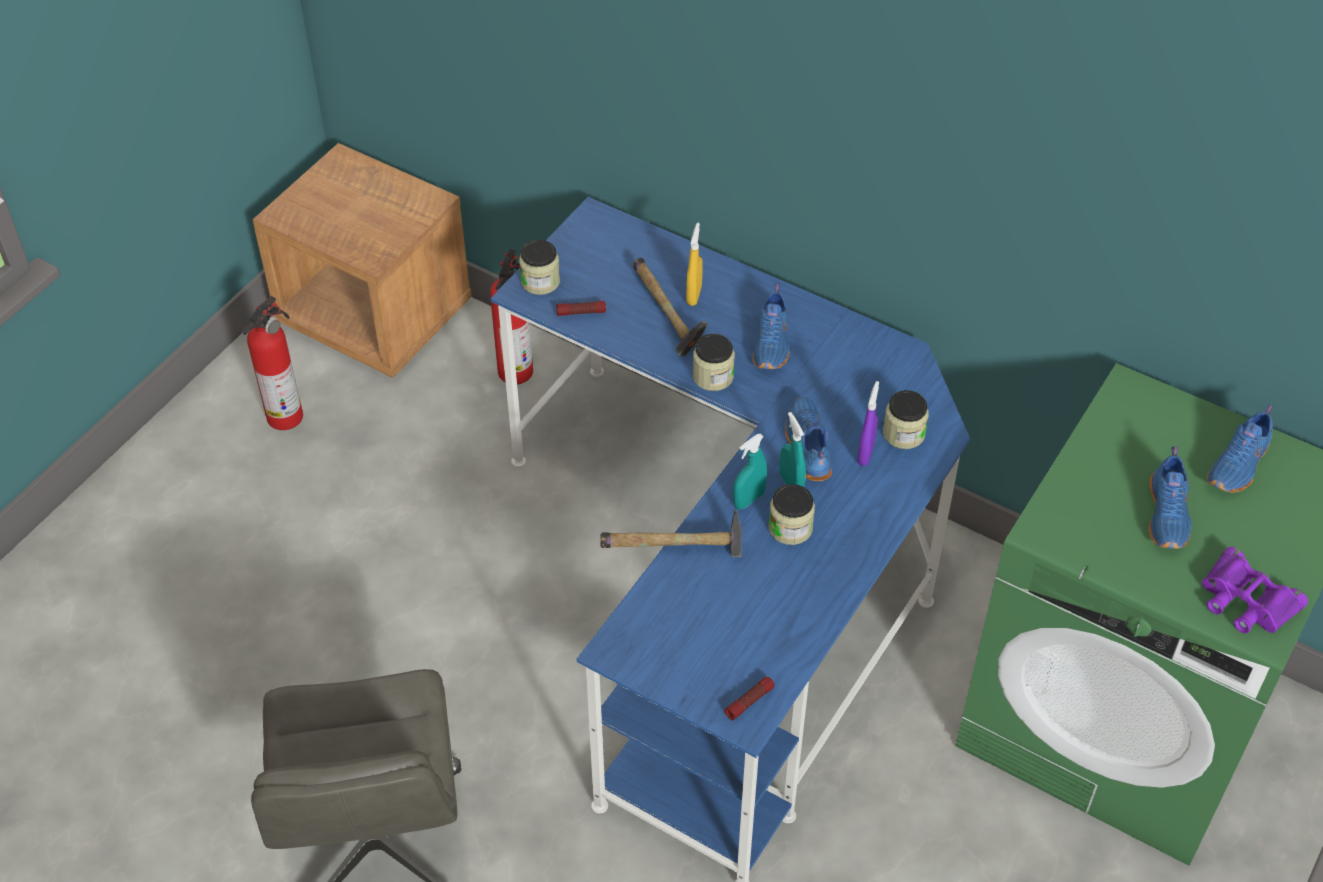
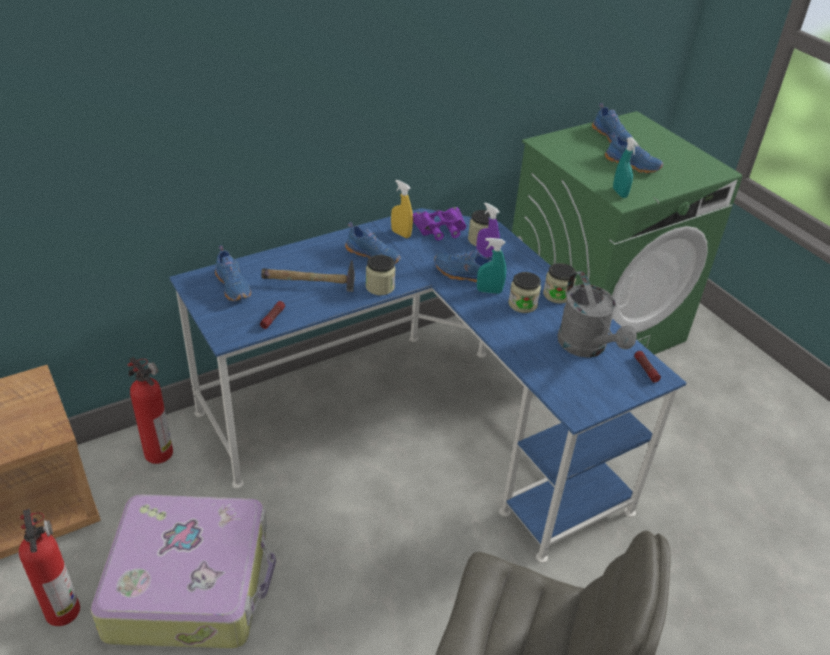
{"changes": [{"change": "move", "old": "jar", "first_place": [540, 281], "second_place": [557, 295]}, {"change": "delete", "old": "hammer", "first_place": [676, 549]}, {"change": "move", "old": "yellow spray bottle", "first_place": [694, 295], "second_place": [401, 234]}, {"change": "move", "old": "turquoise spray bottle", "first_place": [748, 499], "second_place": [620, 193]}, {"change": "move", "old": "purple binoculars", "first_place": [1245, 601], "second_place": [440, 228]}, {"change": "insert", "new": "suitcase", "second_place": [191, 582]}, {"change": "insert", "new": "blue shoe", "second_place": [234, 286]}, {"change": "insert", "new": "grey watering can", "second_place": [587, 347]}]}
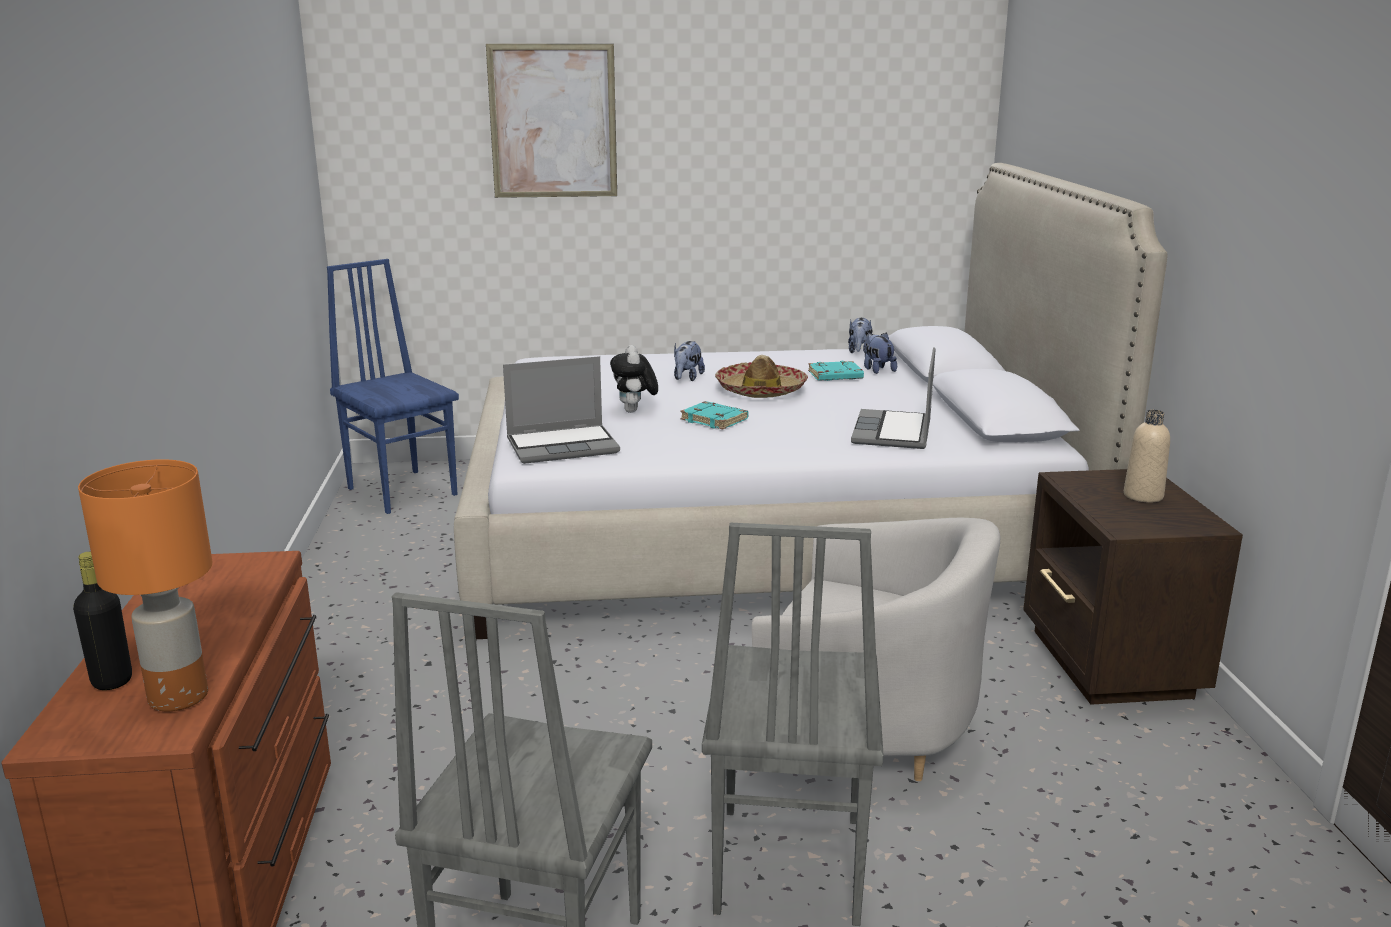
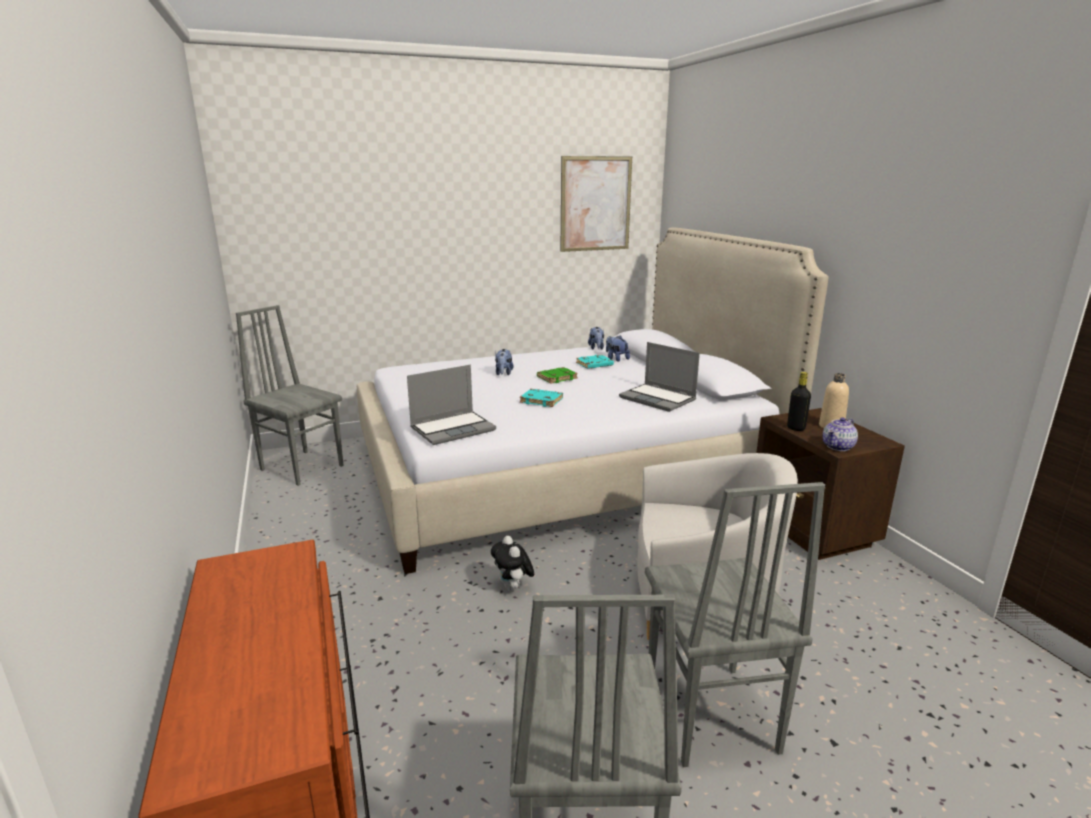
{"changes": [{"change": "move", "old": "black bottle", "first_place": [112, 681], "second_place": [796, 428]}, {"change": "delete", "old": "orange table lamp", "first_place": [177, 697]}, {"change": "recolor", "old": "blue chair", "new": "grey chair", "first_place": [403, 491], "second_place": [302, 467]}, {"change": "move", "old": "picture", "first_place": [553, 121], "second_place": [595, 204]}, {"change": "move", "old": "plush toy", "first_place": [634, 411], "second_place": [513, 588]}, {"change": "replace", "old": "hat", "new": "green book", "first_place": [761, 390], "second_place": [557, 378]}, {"change": "rotate", "old": "laptop", "first_place": [894, 432], "second_place": [658, 399], "degrees": -45}, {"change": "insert", "new": "teapot", "second_place": [838, 447]}]}
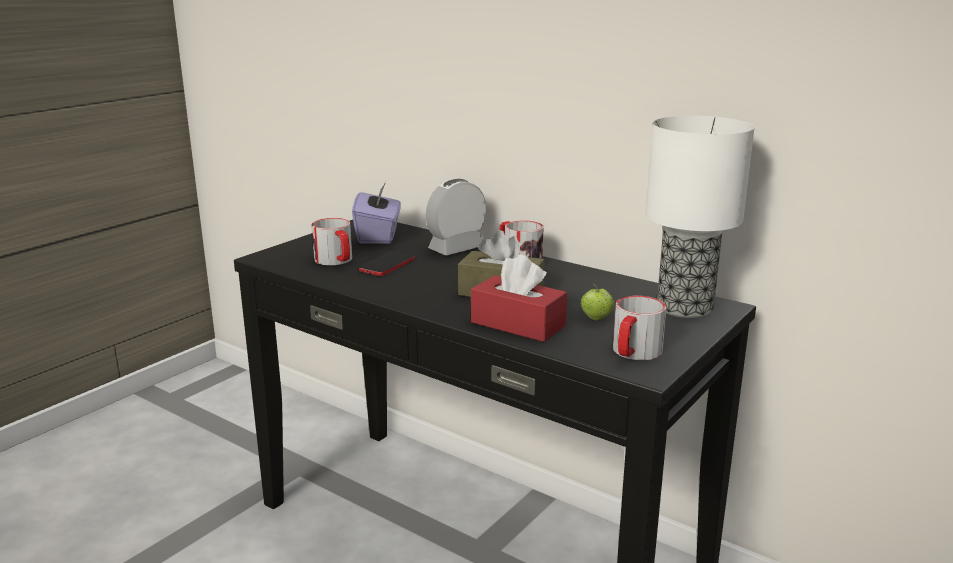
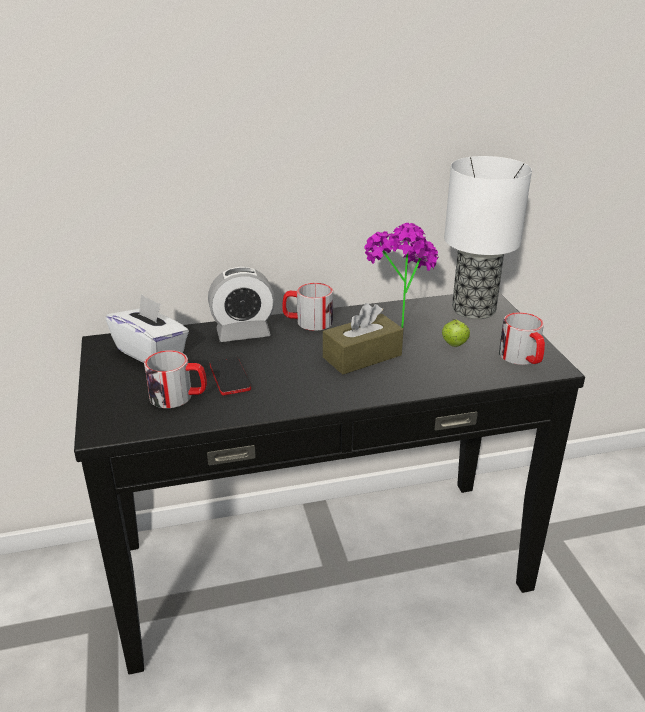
{"changes": [{"change": "recolor", "old": "purple tissue box", "new": "white tissue box", "first_place": [378, 235], "second_place": [151, 352]}, {"change": "rotate", "old": "alarm clock", "first_place": [456, 248], "second_place": [243, 333], "degrees": -105}, {"change": "delete", "old": "red tissue box", "first_place": [518, 324]}, {"change": "insert", "new": "potted plant", "second_place": [397, 321]}]}
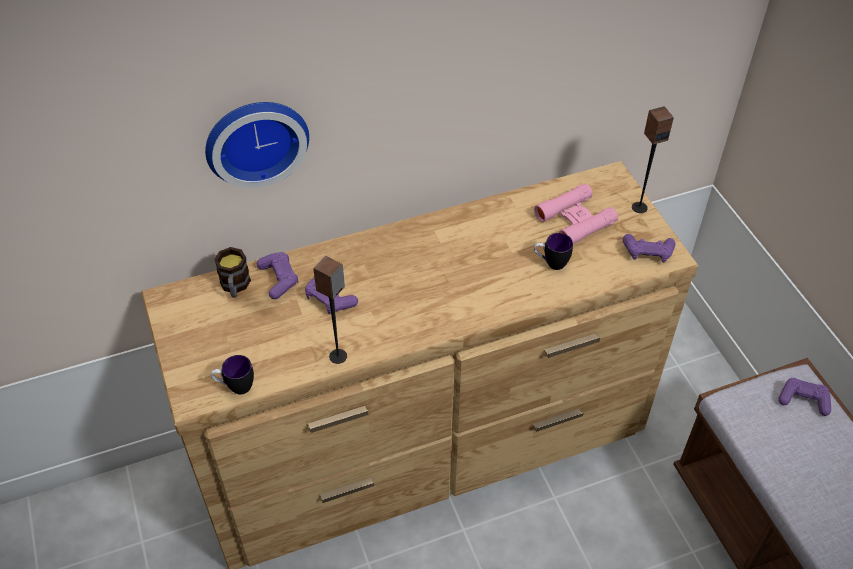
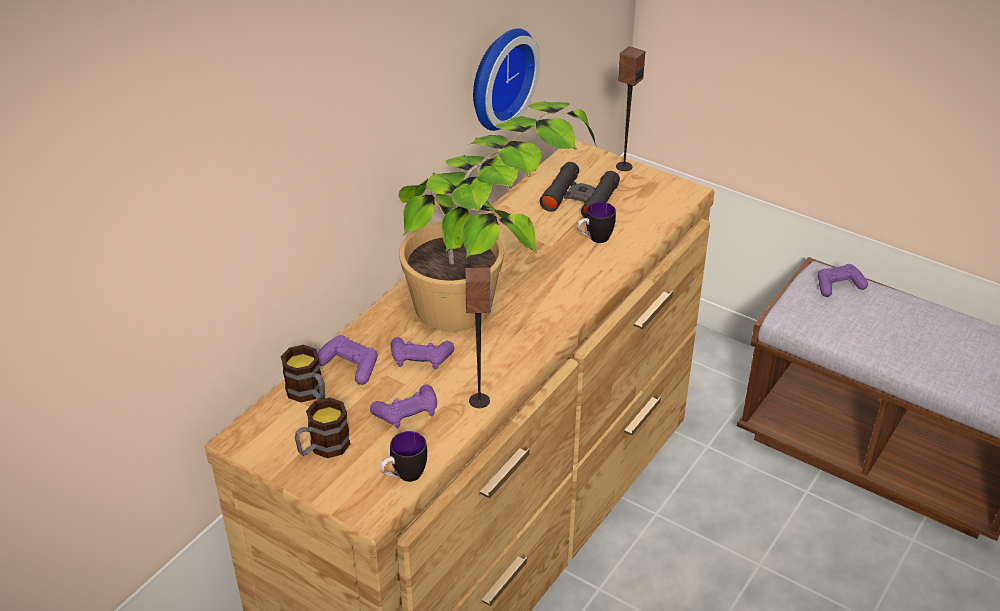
{"changes": [{"change": "move", "old": "wall clock", "first_place": [255, 139], "second_place": [498, 77]}, {"change": "recolor", "old": "pink binoculars", "new": "black binoculars", "first_place": [575, 220], "second_place": [580, 198]}, {"change": "move", "old": "purple game controller", "first_place": [647, 252], "second_place": [407, 413]}, {"change": "insert", "new": "mug", "second_place": [323, 448]}, {"change": "insert", "new": "potted plant", "second_place": [491, 295]}]}
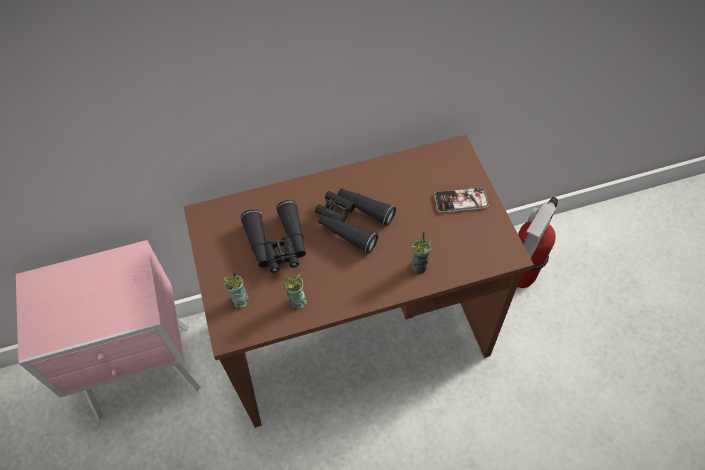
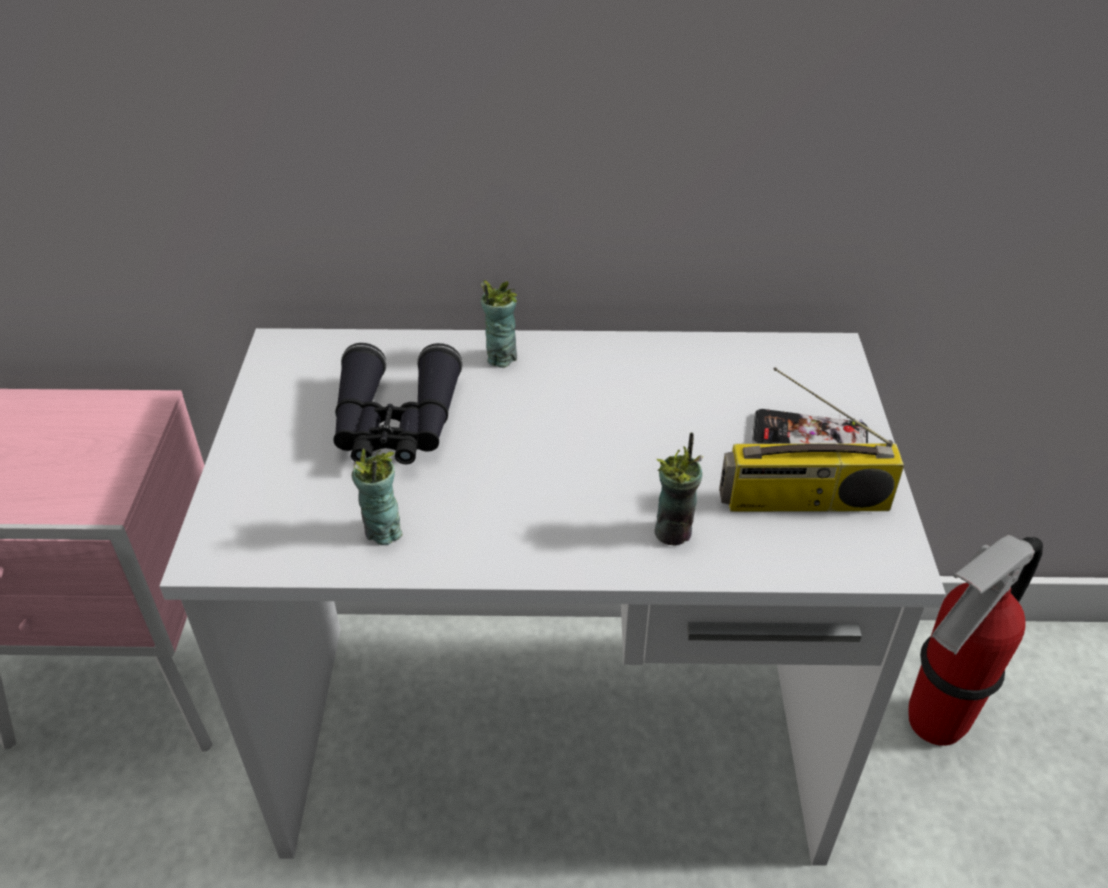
{"changes": [{"change": "recolor", "old": "brown desk", "new": "white desk", "first_place": [357, 337], "second_place": [554, 742]}, {"change": "move", "old": "cup", "first_place": [240, 300], "second_place": [501, 357]}, {"change": "delete", "old": "black binoculars", "first_place": [352, 222]}, {"change": "insert", "new": "radio", "second_place": [803, 502]}]}
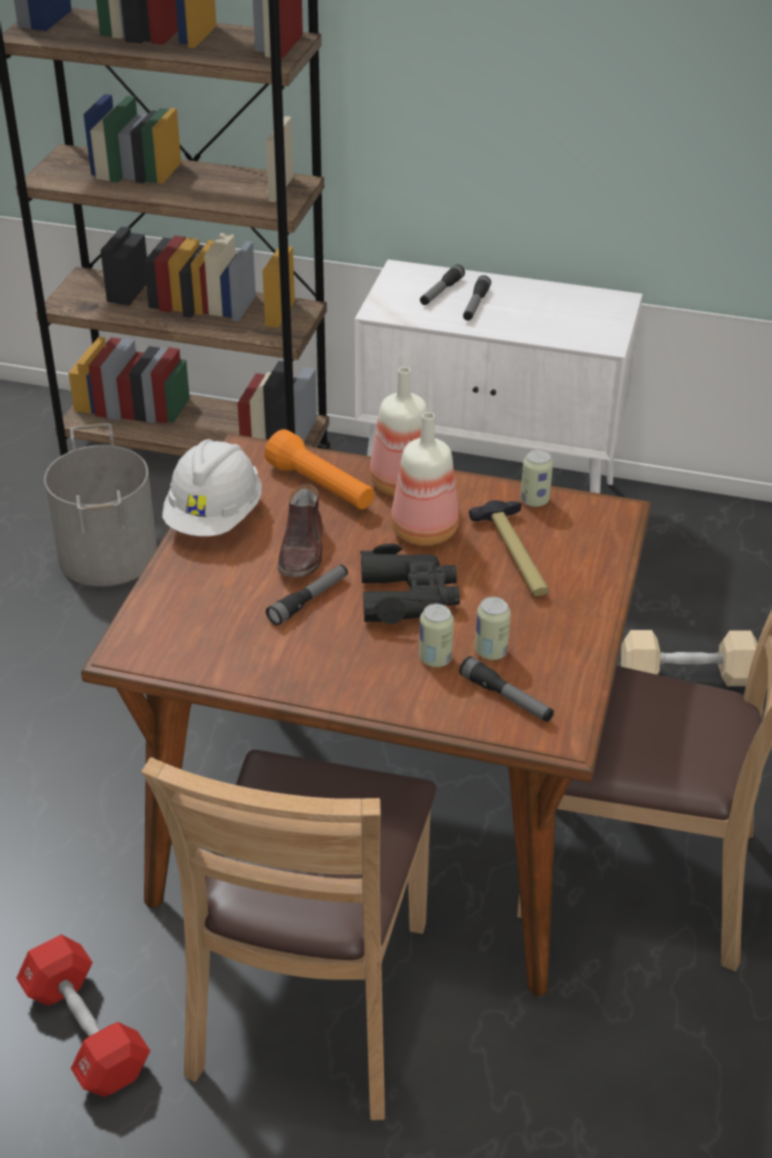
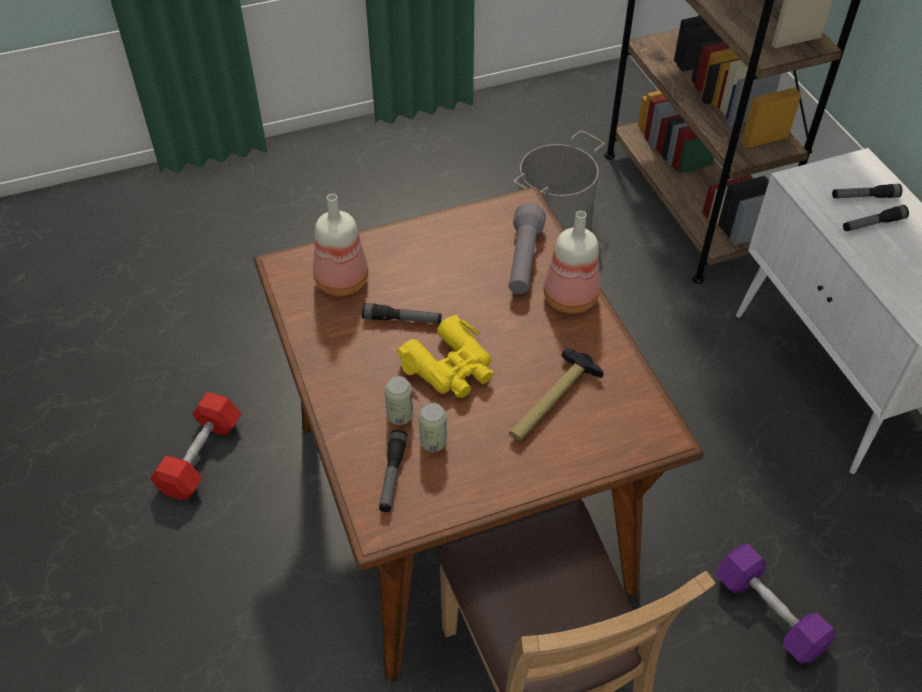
{"changes": [{"change": "delete", "old": "brown chair", "first_place": [312, 1002]}, {"change": "delete", "old": "white hard hat", "first_place": [215, 517]}, {"change": "recolor", "old": "orange flashlight", "new": "grey flashlight", "first_place": [321, 487], "second_place": [523, 261]}, {"change": "delete", "old": "brown shoe", "first_place": [302, 550]}, {"change": "recolor", "old": "black binoculars", "new": "yellow binoculars", "first_place": [408, 597], "second_place": [451, 367]}, {"change": "move", "old": "bottle", "first_place": [424, 532], "second_place": [340, 282]}, {"change": "delete", "old": "can", "first_place": [534, 500]}, {"change": "recolor", "old": "beige dumbbell", "new": "purple dumbbell", "first_place": [686, 676], "second_place": [769, 612]}]}
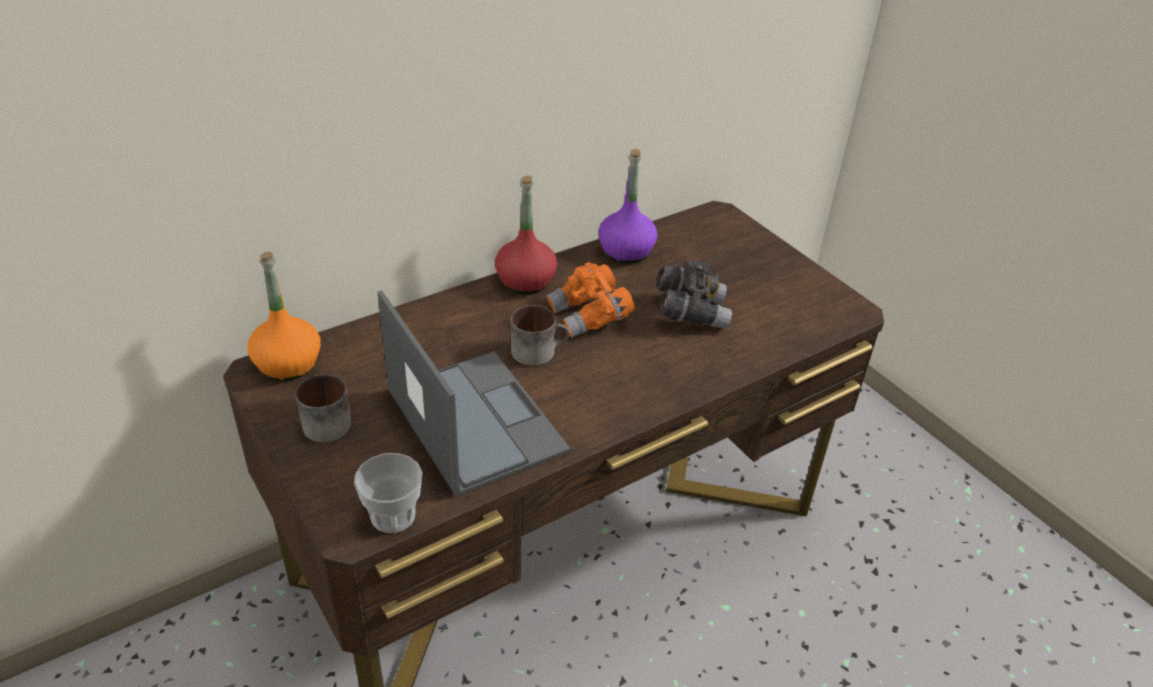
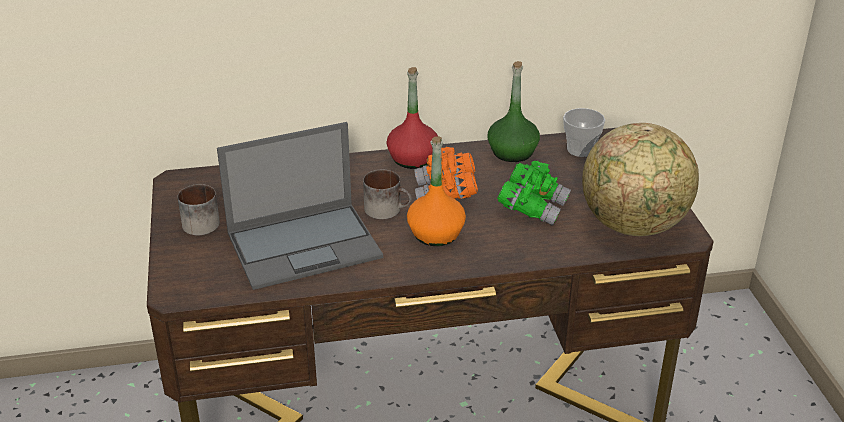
{"changes": [{"change": "move", "old": "orange bottle", "first_place": [287, 364], "second_place": [435, 234]}, {"change": "move", "old": "cup", "first_place": [393, 516], "second_place": [581, 149]}, {"change": "rotate", "old": "laptop", "first_place": [474, 419], "second_place": [305, 245], "degrees": 75}, {"change": "recolor", "old": "purple bottle", "new": "green bottle", "first_place": [626, 252], "second_place": [512, 152]}, {"change": "recolor", "old": "grey binoculars", "new": "green binoculars", "first_place": [690, 312], "second_place": [533, 208]}, {"change": "insert", "new": "globe", "second_place": [634, 226]}]}
